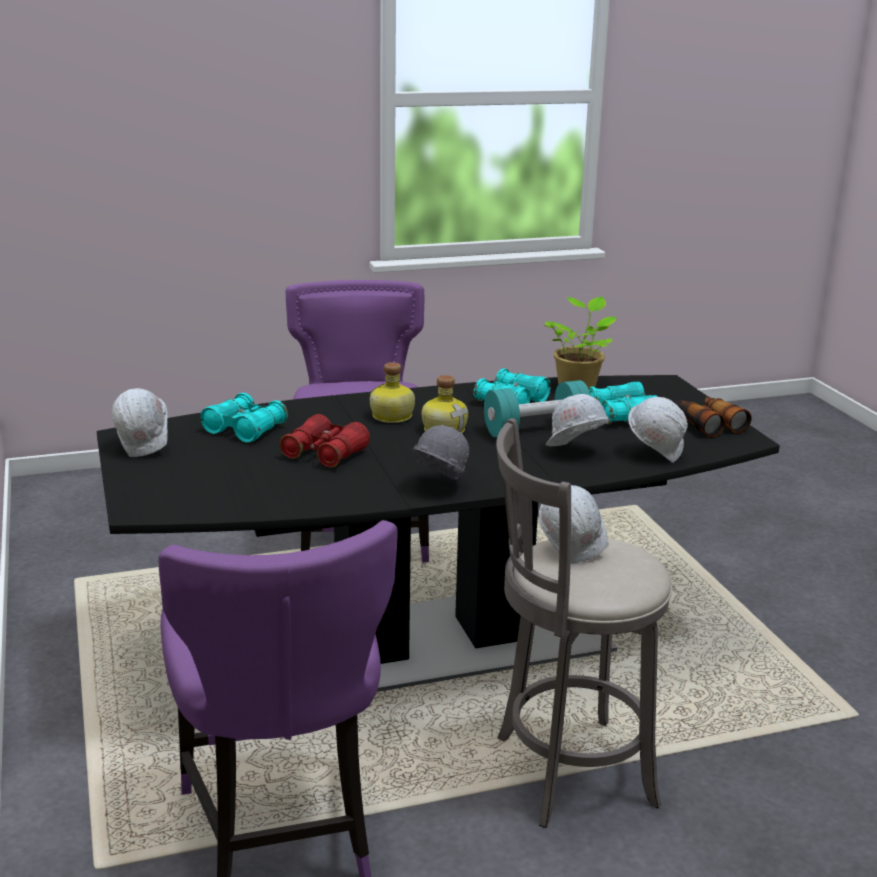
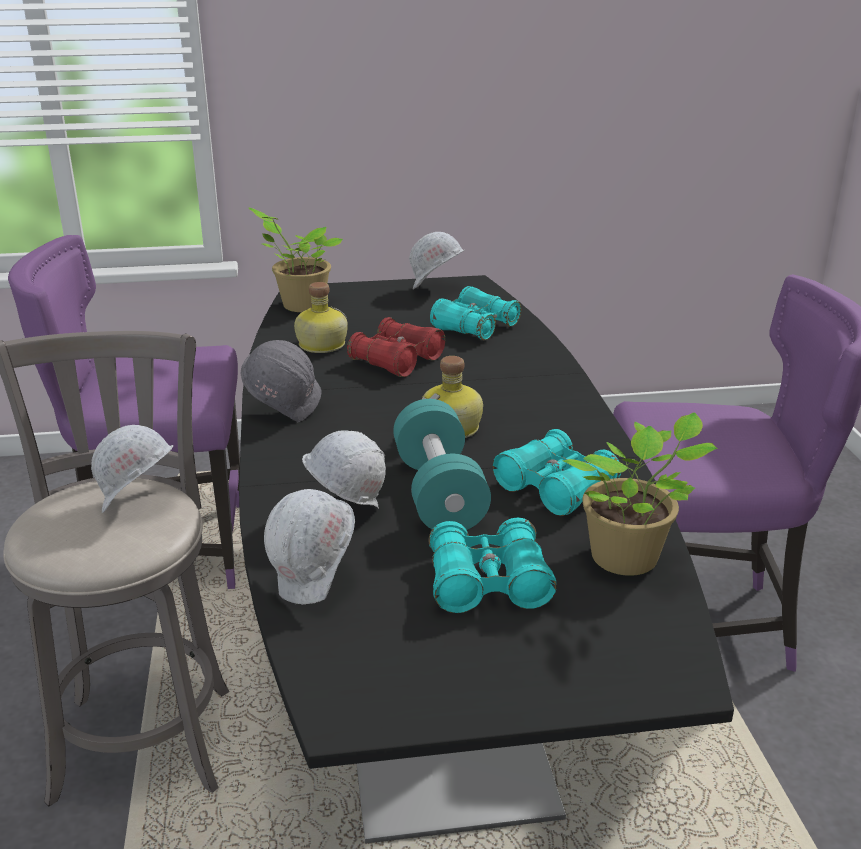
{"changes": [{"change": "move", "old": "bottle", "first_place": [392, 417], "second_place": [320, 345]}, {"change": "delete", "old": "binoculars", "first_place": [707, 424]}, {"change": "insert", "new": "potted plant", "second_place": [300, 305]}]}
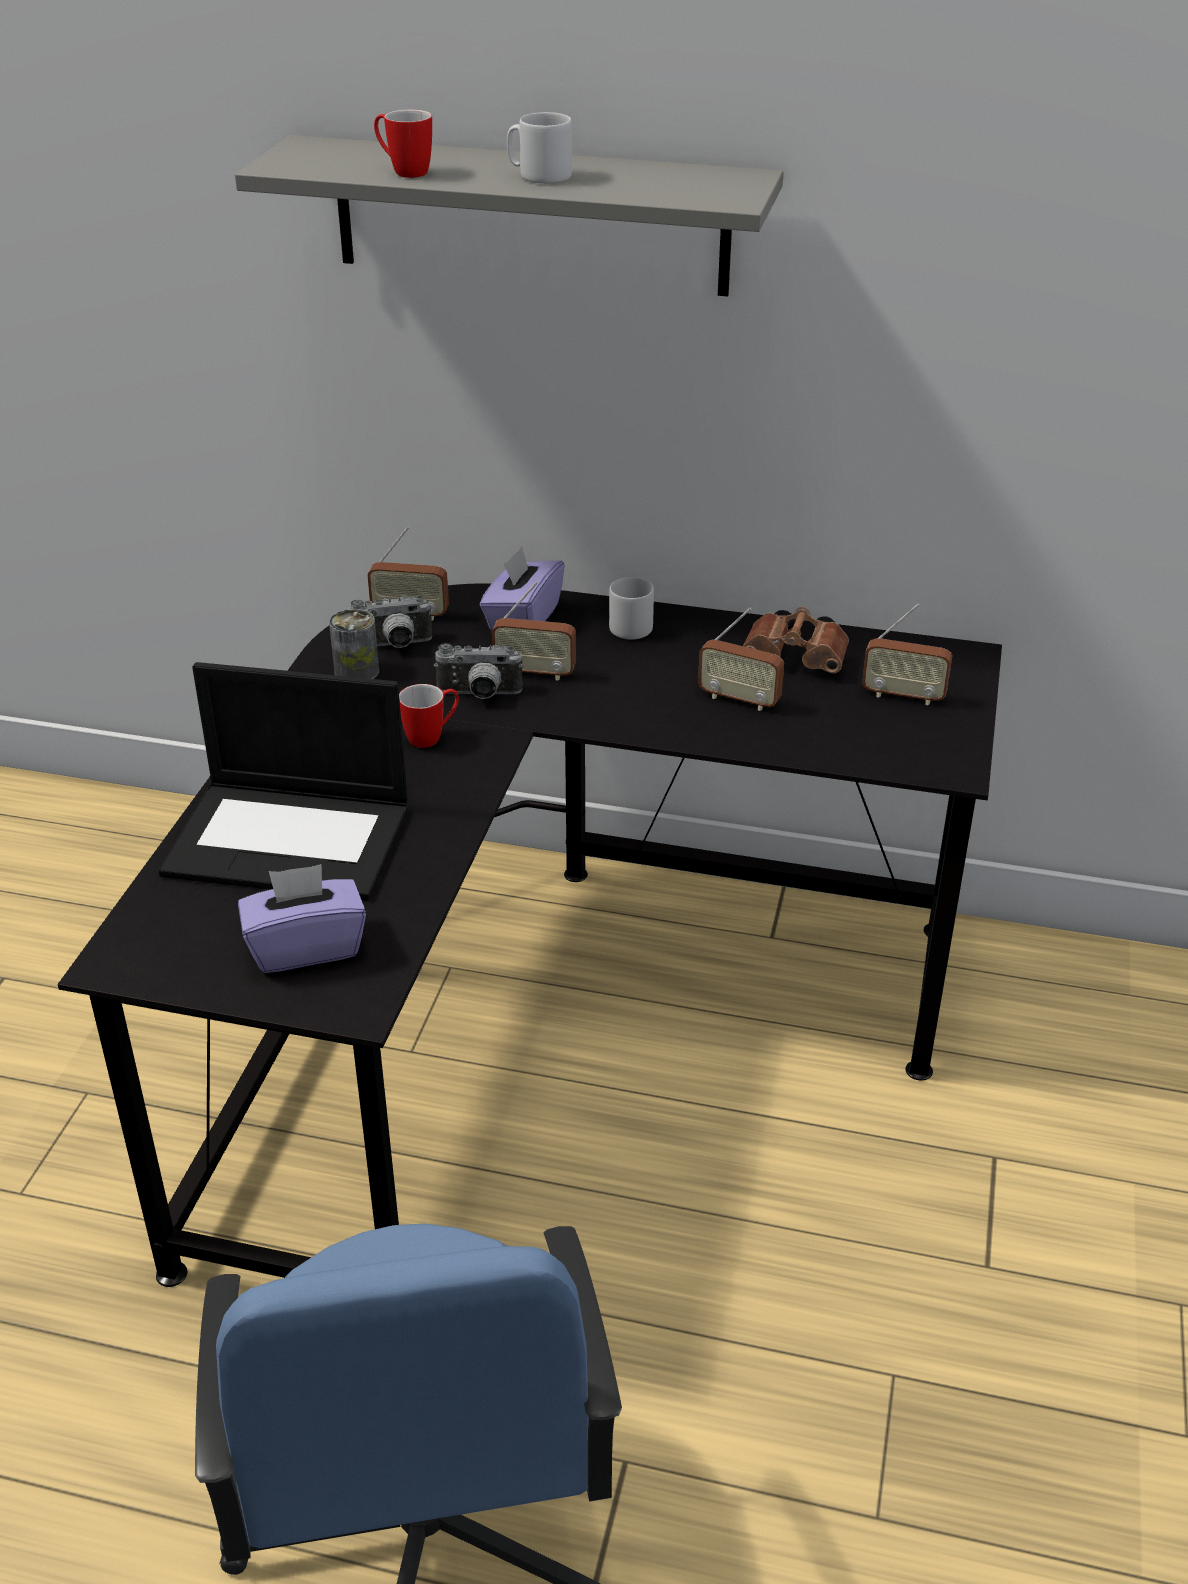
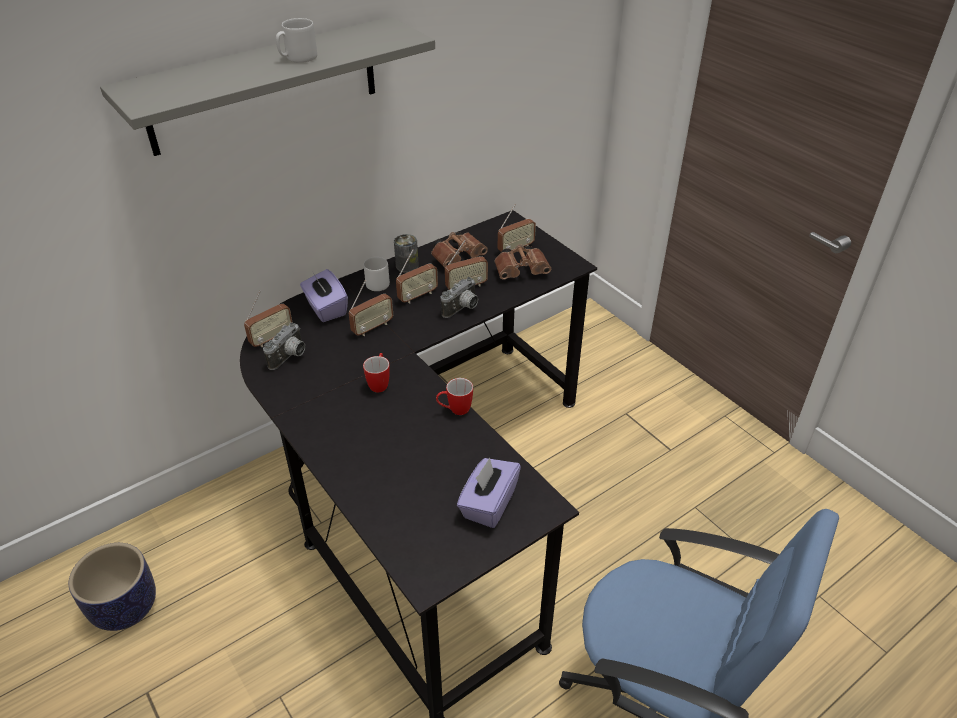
{"changes": [{"change": "delete", "old": "laptop", "first_place": [291, 839]}, {"change": "move", "old": "can", "first_place": [356, 671], "second_place": [407, 266]}, {"change": "move", "old": "mug", "first_place": [403, 171], "second_place": [454, 410]}, {"change": "move", "old": "photo camera", "first_place": [479, 695], "second_place": [463, 309]}, {"change": "insert", "new": "planter", "second_place": [124, 608]}, {"change": "insert", "new": "radio", "second_place": [417, 296]}, {"change": "insert", "new": "brown binoculars", "second_place": [522, 271]}]}
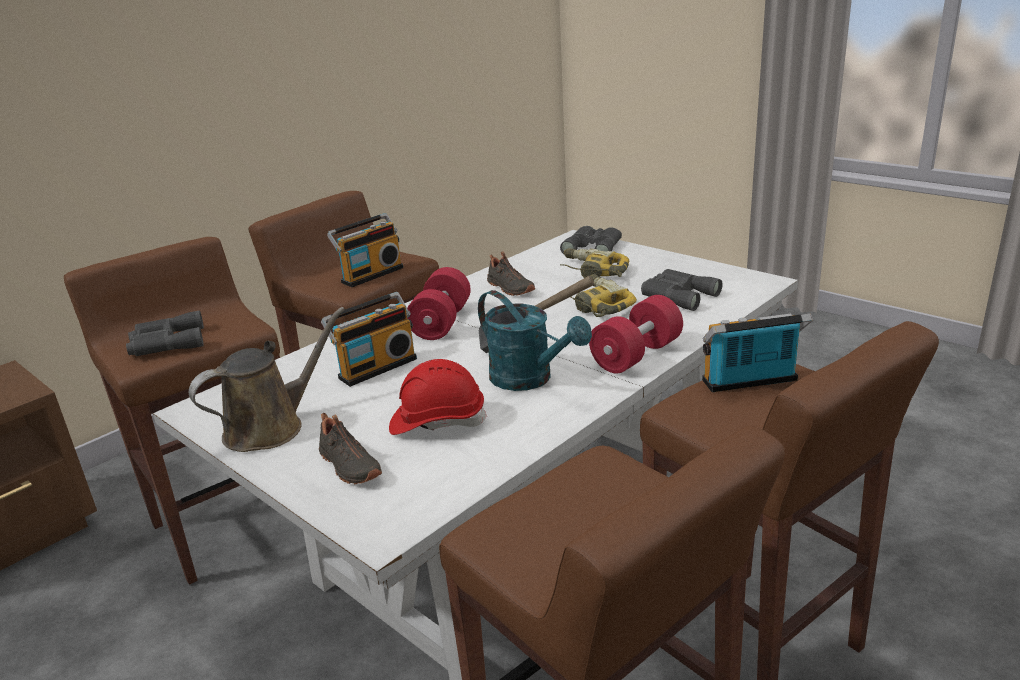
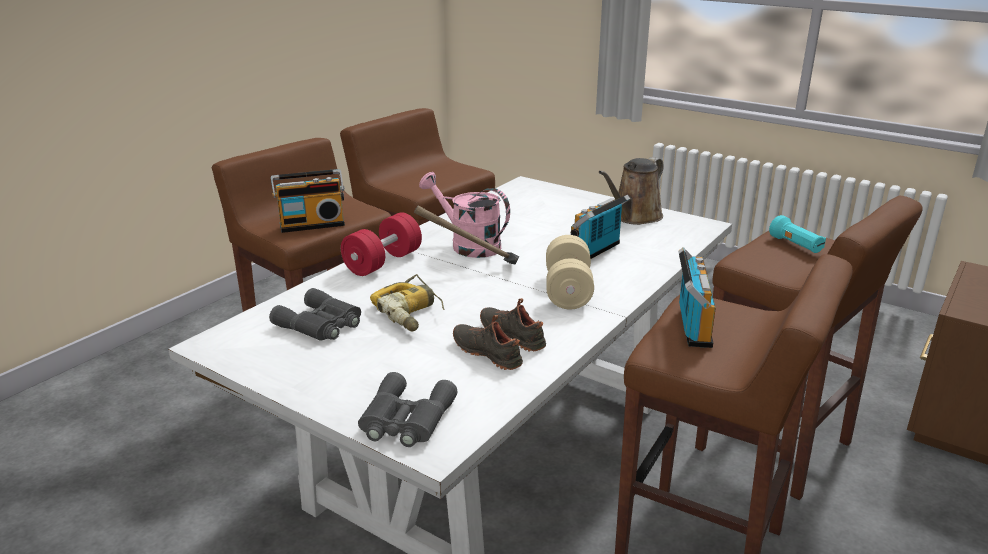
{"changes": [{"change": "replace", "old": "grey binoculars", "new": "turquoise flashlight", "first_place": [166, 343], "second_place": [796, 246]}, {"change": "move", "old": "black shoe", "first_place": [348, 466], "second_place": [488, 353]}, {"change": "rotate", "old": "radio", "first_place": [371, 274], "second_place": [691, 326], "degrees": 150}, {"change": "delete", "old": "red hard hat", "first_place": [437, 421]}, {"change": "recolor", "old": "red dumbbell", "new": "beige dumbbell", "first_place": [441, 323], "second_place": [568, 291]}, {"change": "recolor", "old": "turquoise watering can", "new": "pink watering can", "first_place": [530, 379], "second_place": [468, 245]}, {"change": "delete", "old": "power drill", "first_place": [592, 272]}]}
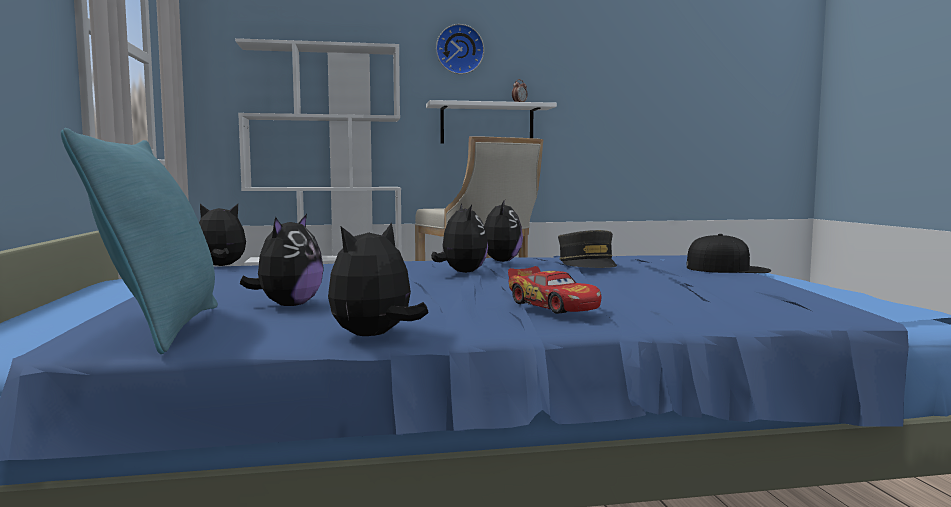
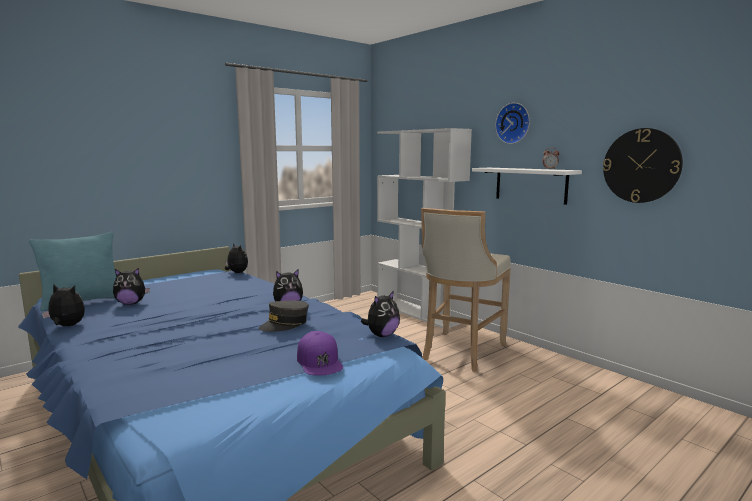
{"changes": [{"change": "move", "old": "plush toy", "first_place": [461, 272], "second_place": [382, 335]}, {"change": "delete", "old": "toy car", "first_place": [553, 305]}, {"change": "recolor", "old": "black cap", "new": "purple cap", "first_place": [728, 269], "second_place": [319, 361]}, {"change": "insert", "new": "wall clock", "second_place": [641, 165]}]}
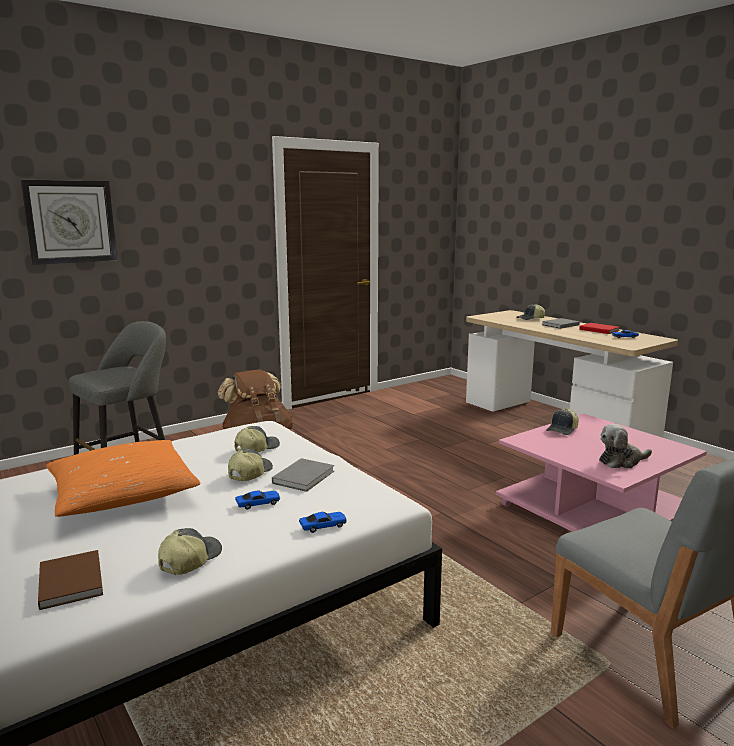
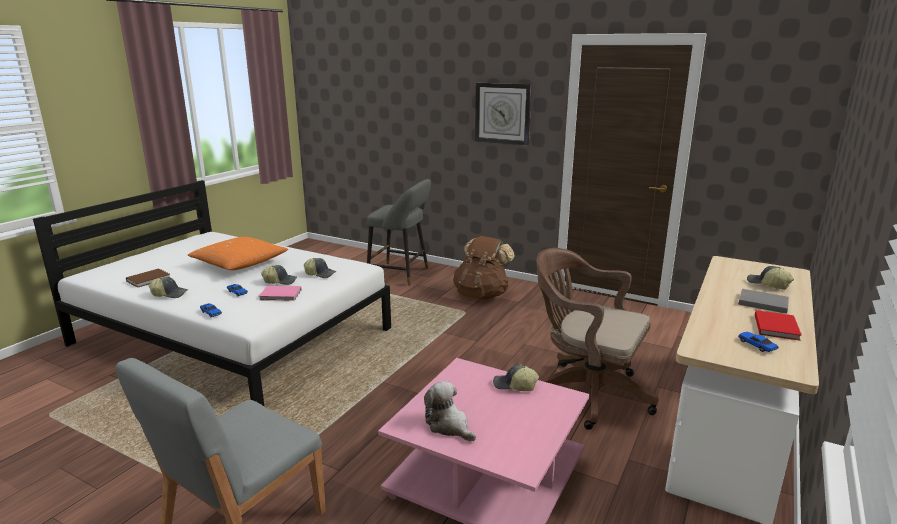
{"changes": [{"change": "move", "old": "wall clock", "first_place": [70, 221], "second_place": [503, 113]}, {"change": "recolor", "old": "grey book", "new": "pink book", "first_place": [305, 477], "second_place": [281, 295]}, {"change": "insert", "new": "brown office chair", "second_place": [585, 392]}]}
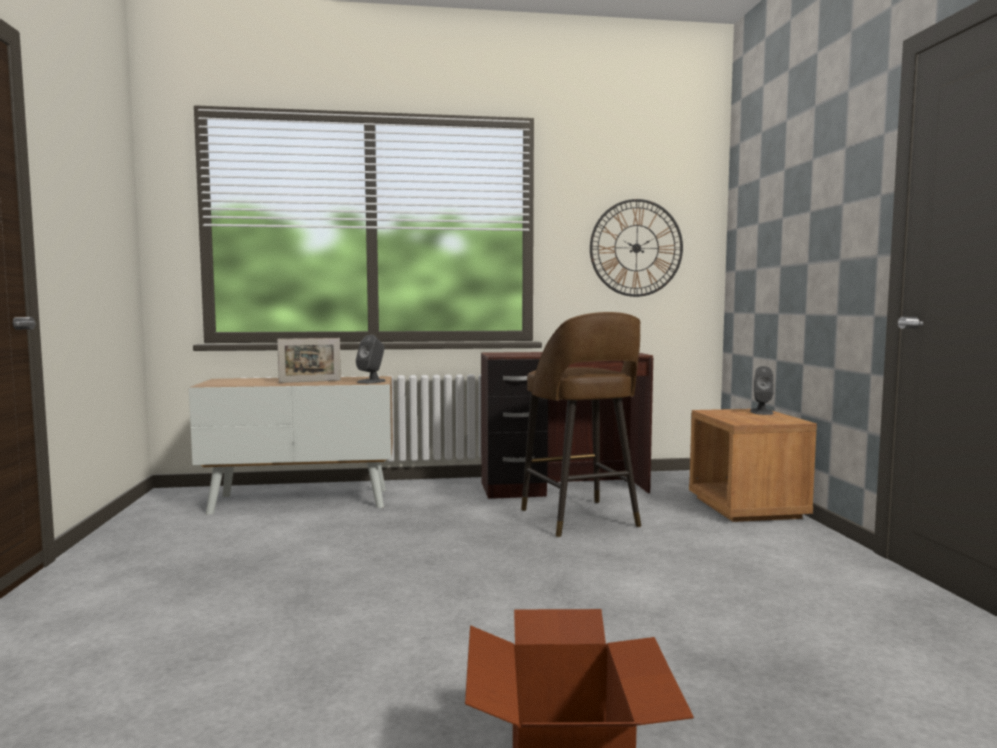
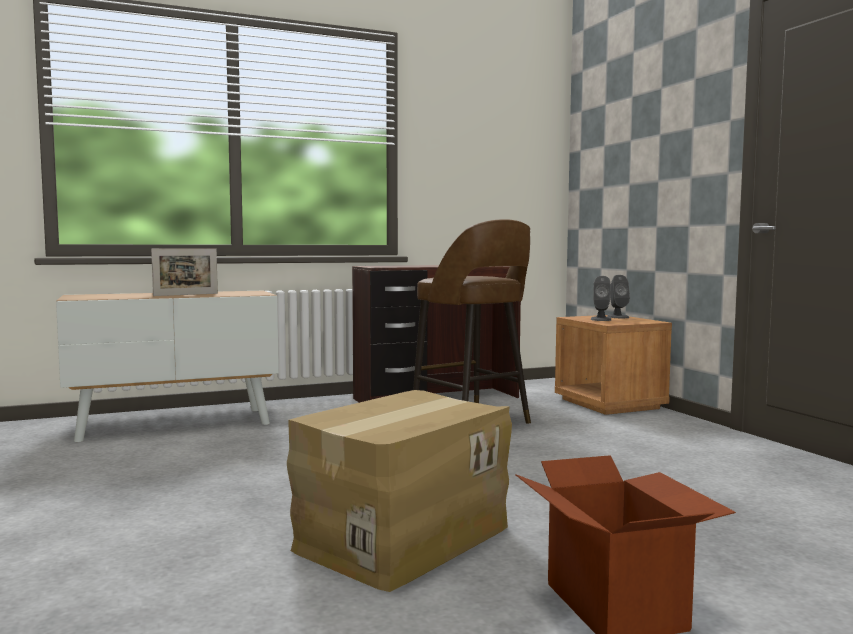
{"changes": [{"change": "move", "old": "grey speaker", "first_place": [371, 381], "second_place": [601, 319]}, {"change": "delete", "old": "wall clock", "first_place": [636, 248]}, {"change": "insert", "new": "cardboard box", "second_place": [401, 537]}]}
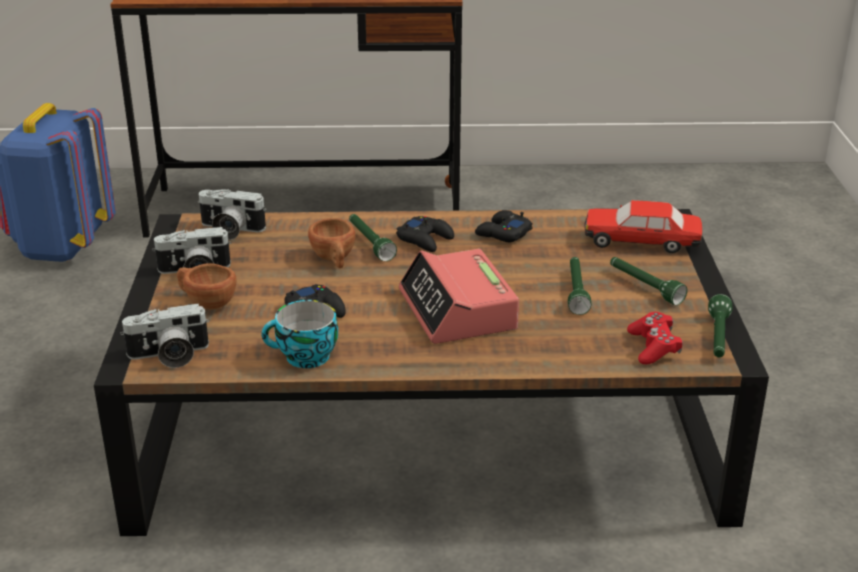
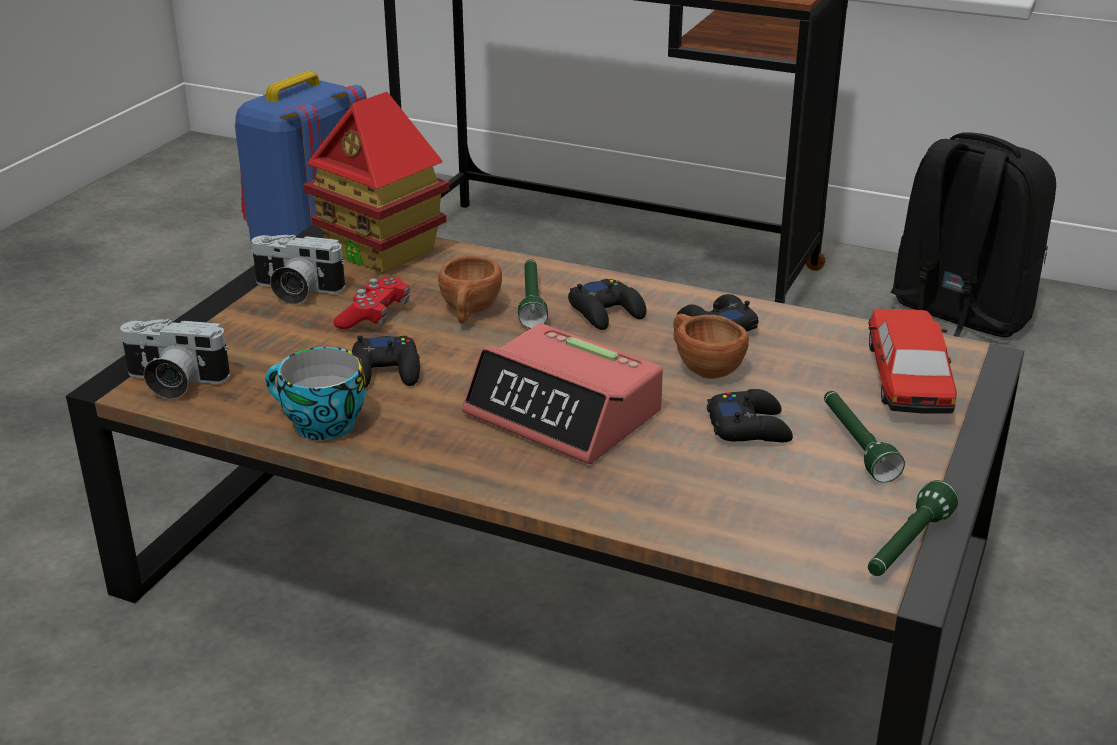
{"changes": [{"change": "move", "old": "brown cup", "first_place": [206, 302], "second_place": [703, 367]}, {"change": "replace", "old": "photo camera", "new": "toy house", "first_place": [230, 230], "second_place": [381, 251]}, {"change": "rotate", "old": "alarm clock", "first_place": [458, 311], "second_place": [564, 413], "degrees": -60}, {"change": "replace", "old": "green flashlight", "new": "black game controller", "first_place": [576, 291], "second_place": [749, 427]}, {"change": "rotate", "old": "toy car", "first_place": [641, 241], "second_place": [907, 380], "degrees": 60}, {"change": "move", "old": "red game controller", "first_place": [653, 347], "second_place": [374, 316]}, {"change": "insert", "new": "black backpack", "second_place": [957, 316]}]}
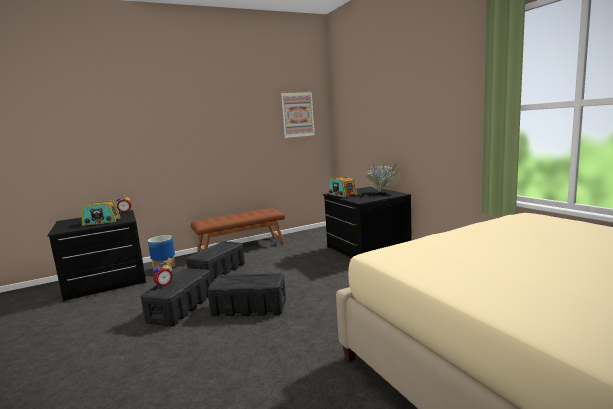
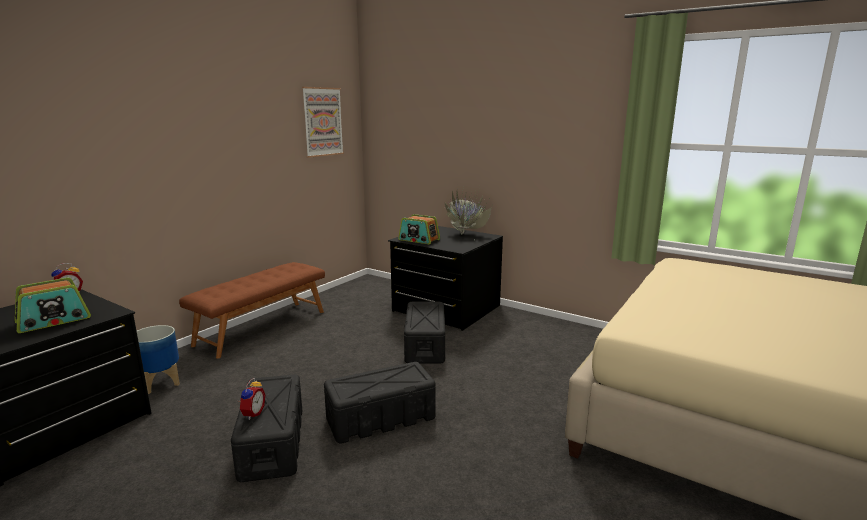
{"changes": [{"change": "move", "old": "black storage box", "first_place": [218, 272], "second_place": [425, 345]}]}
